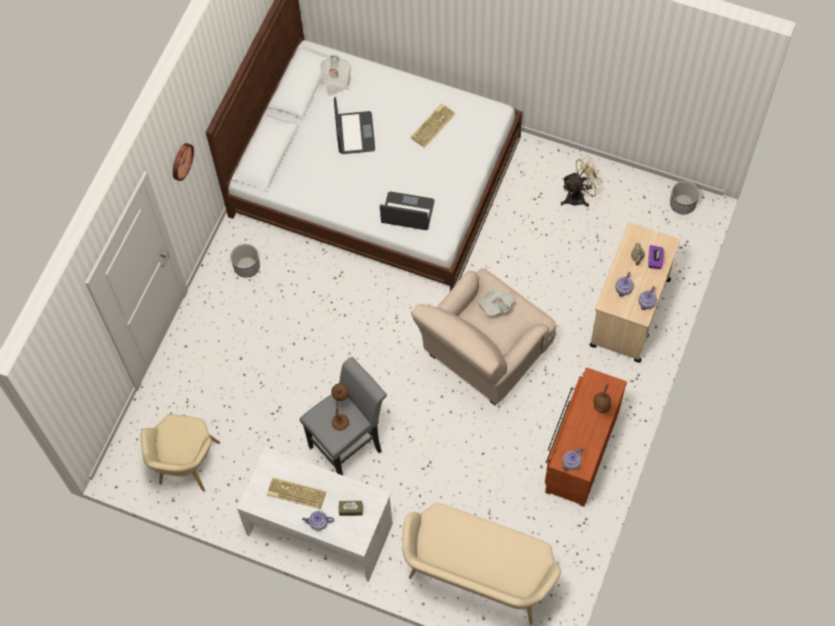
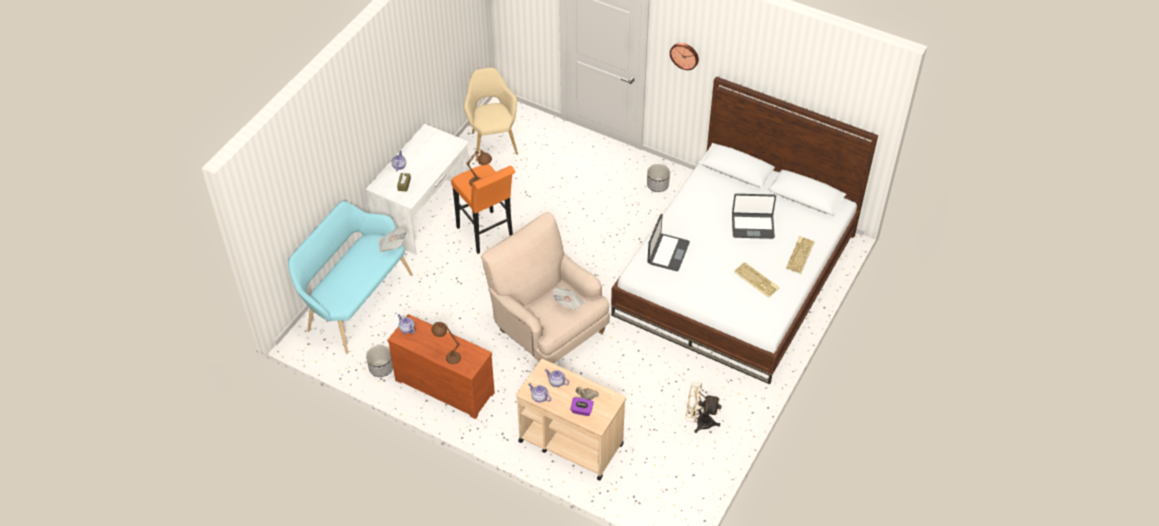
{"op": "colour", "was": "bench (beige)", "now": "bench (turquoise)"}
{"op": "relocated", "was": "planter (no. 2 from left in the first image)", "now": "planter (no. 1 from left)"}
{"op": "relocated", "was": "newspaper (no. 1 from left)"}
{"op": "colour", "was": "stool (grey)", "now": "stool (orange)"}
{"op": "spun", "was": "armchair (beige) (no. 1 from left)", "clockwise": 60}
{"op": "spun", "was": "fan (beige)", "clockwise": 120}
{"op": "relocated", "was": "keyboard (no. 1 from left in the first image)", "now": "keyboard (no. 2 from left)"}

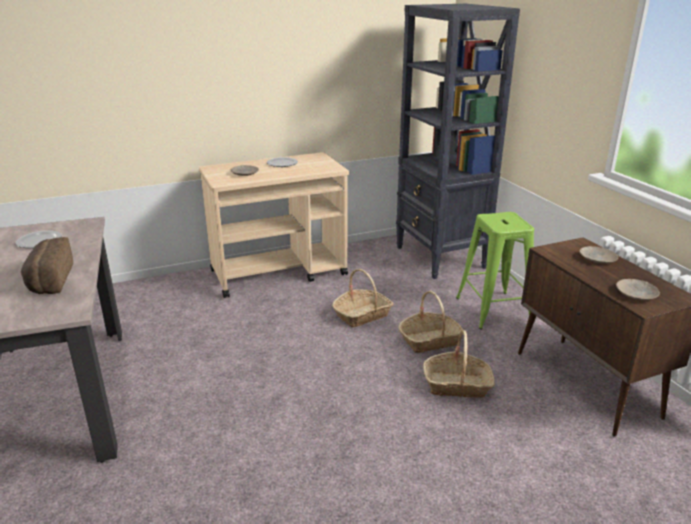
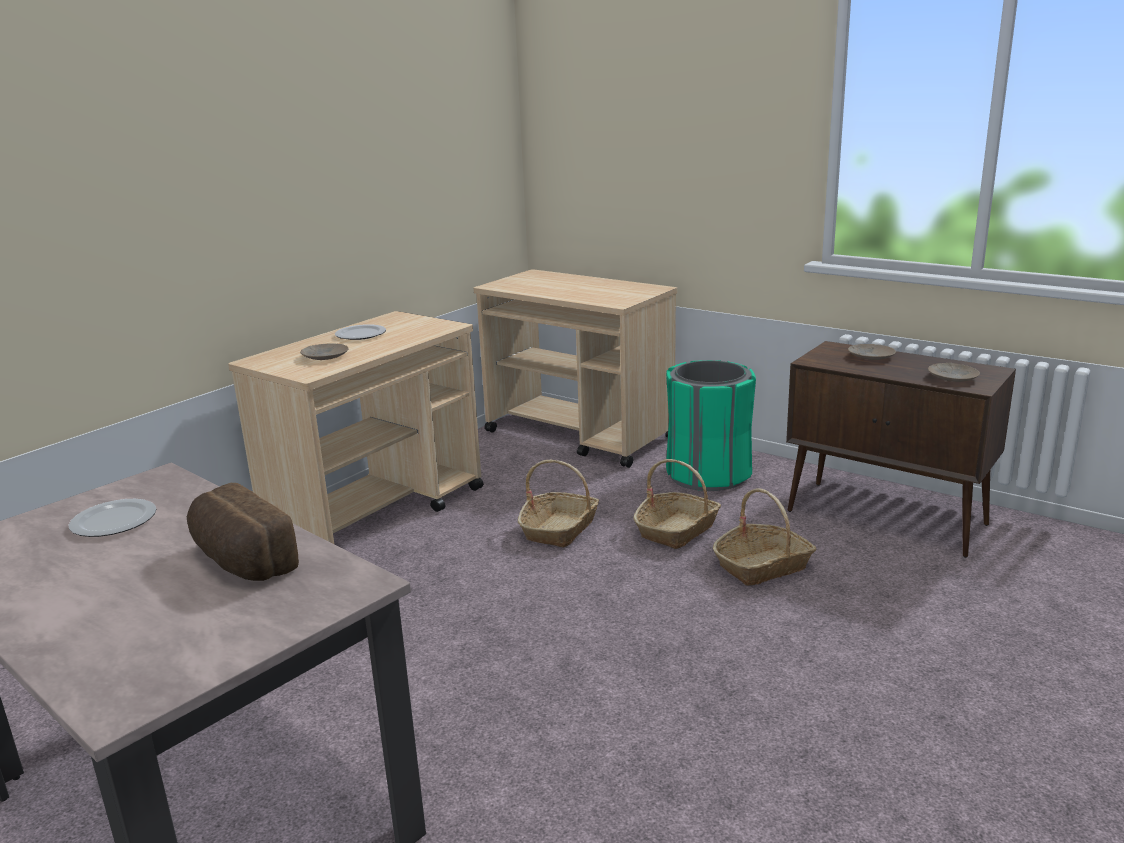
{"op": "exchanged", "was": "bookcase (black)", "now": "cart (beige) (no. 2 from left)"}
{"op": "exchanged", "was": "stool (green)", "now": "trash can (green)"}

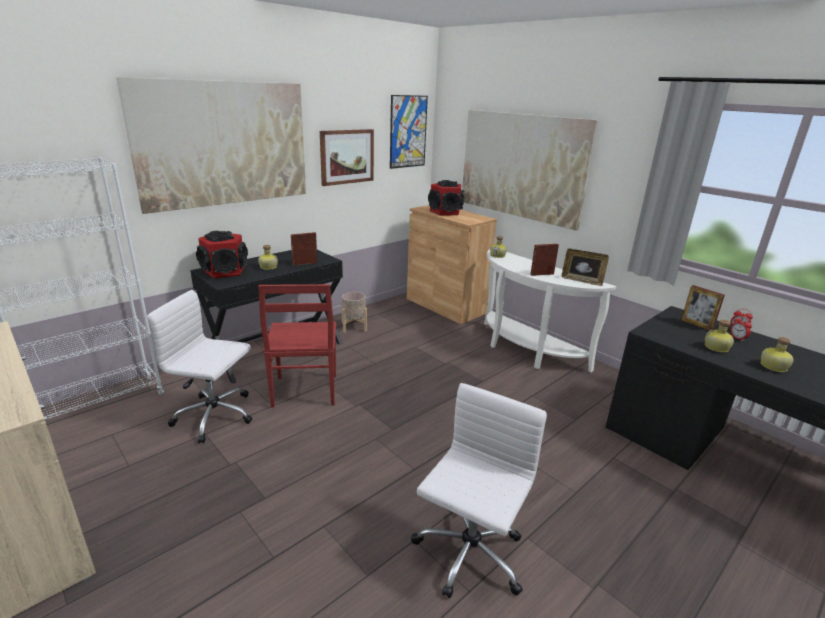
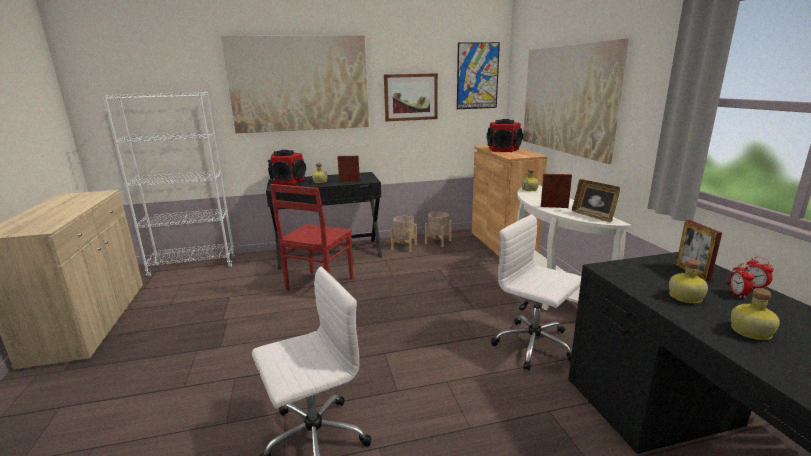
{"op": "appeared", "now": "planter (beige) (no. 2 from left)"}
{"op": "relocated", "was": "office chair (white) (no. 1 from left in the first image)", "now": "office chair (white) (no. 2 from left)"}

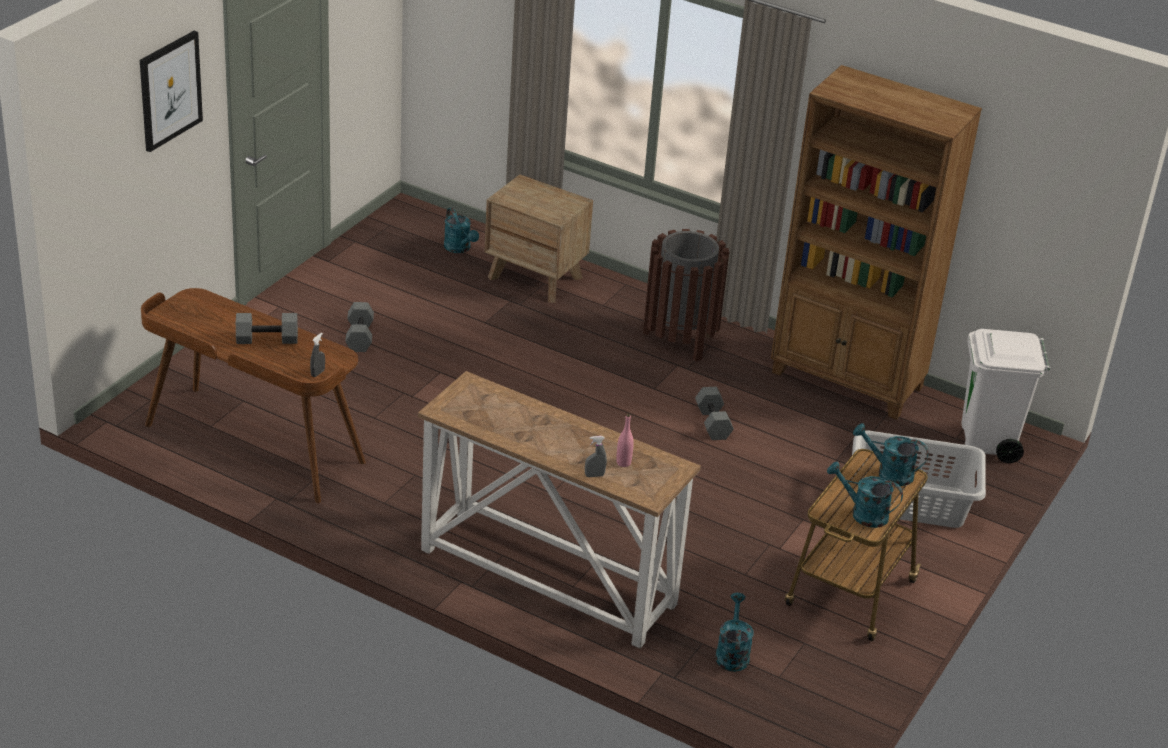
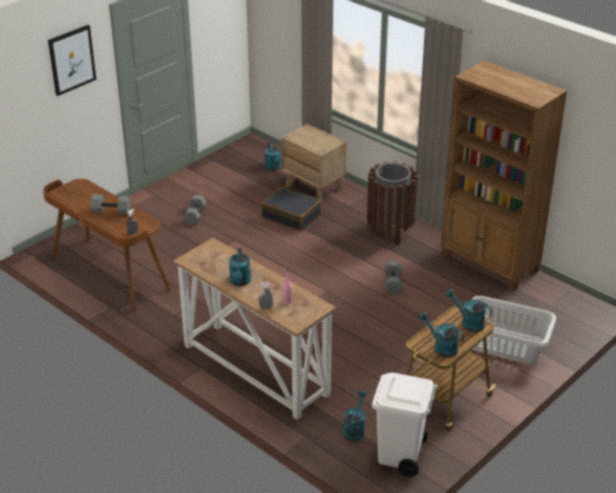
{"op": "appeared", "now": "watering can (turquoise) (no. 1 from left)"}
{"op": "appeared", "now": "suitcase (black)"}
{"op": "relocated", "was": "trash can (white)"}

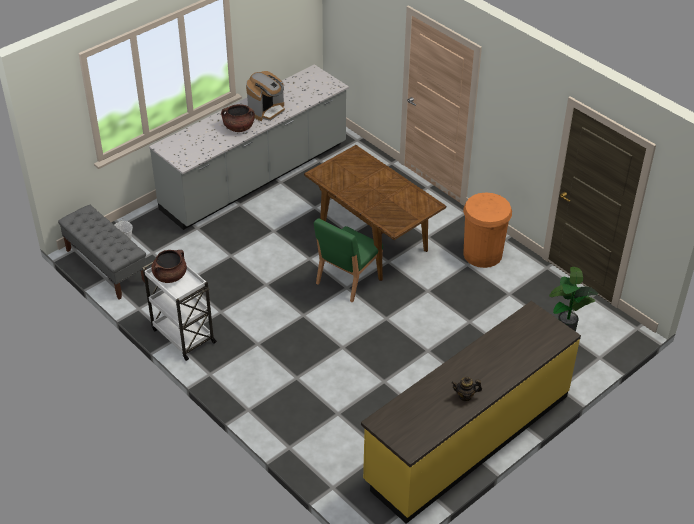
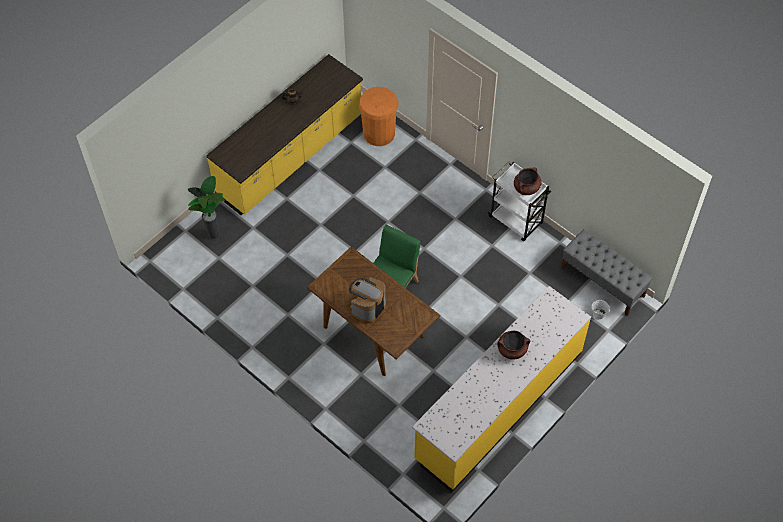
{"op": "relocated", "was": "coffee machine"}
{"op": "relocated", "was": "trash can (orange)"}
{"op": "colour", "was": "counter (grey)", "now": "counter (yellow) (no. 2 from left)"}

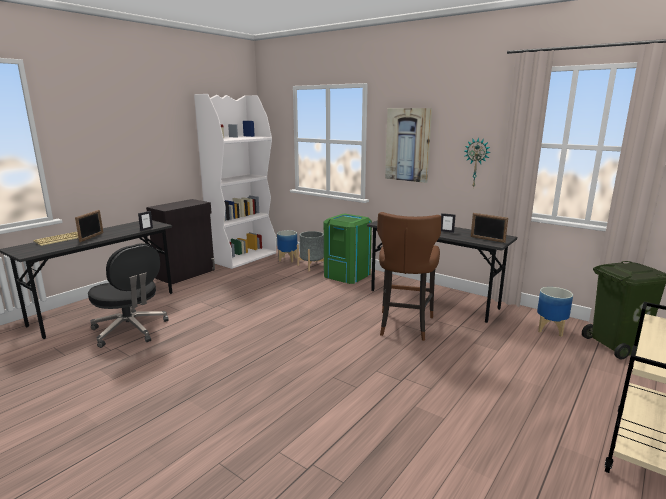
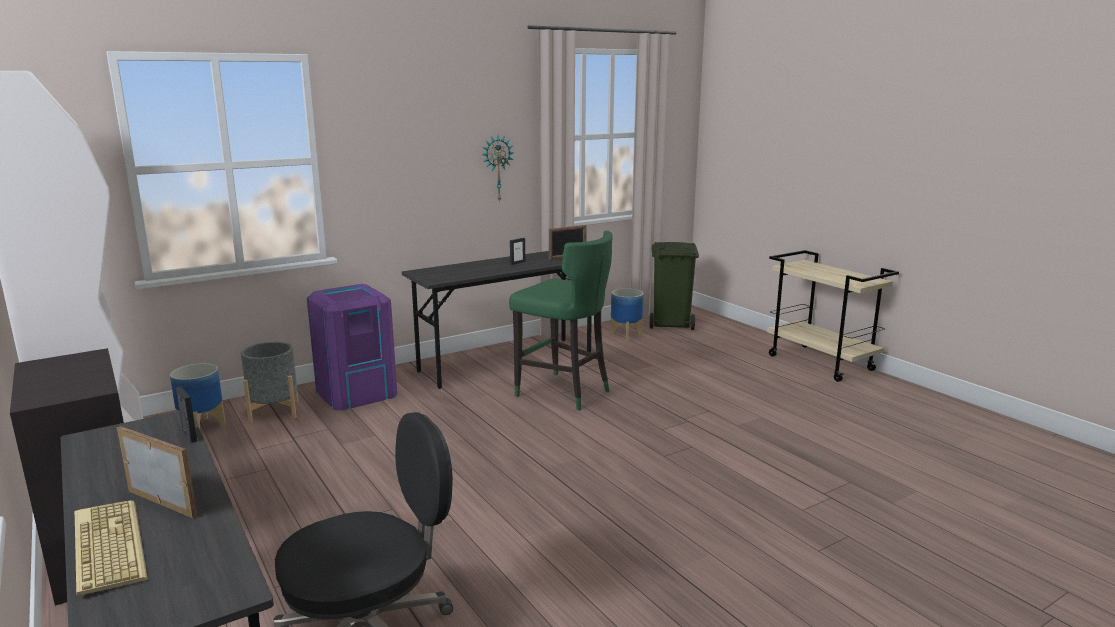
{"op": "colour", "was": "trash can (green) (no. 1 from left)", "now": "trash can (purple)"}
{"op": "colour", "was": "stool (brown)", "now": "stool (green)"}
{"op": "missing", "was": "picture"}

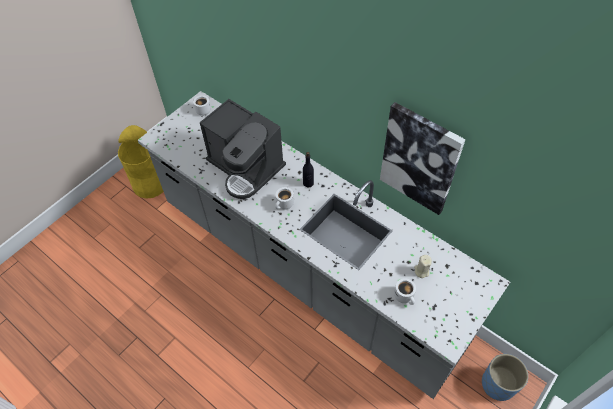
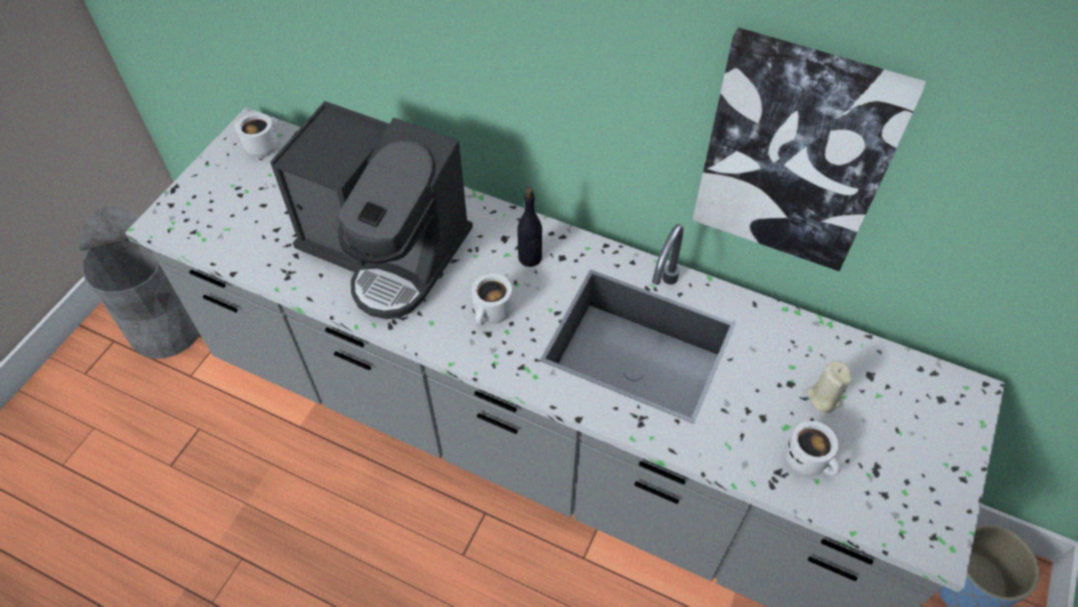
{"op": "colour", "was": "trash can (yellow)", "now": "trash can (grey)"}

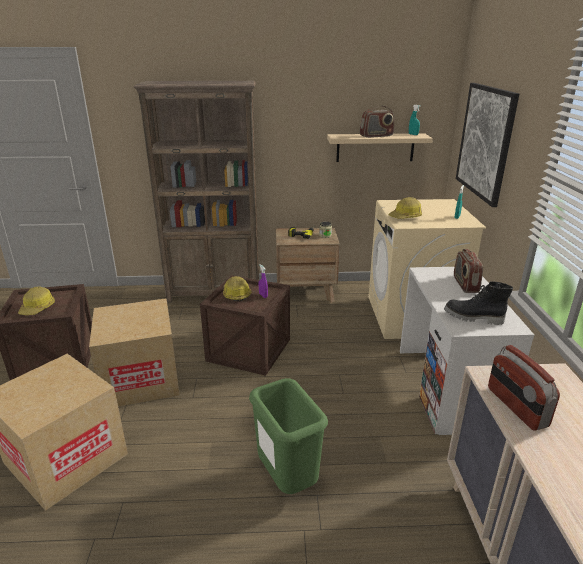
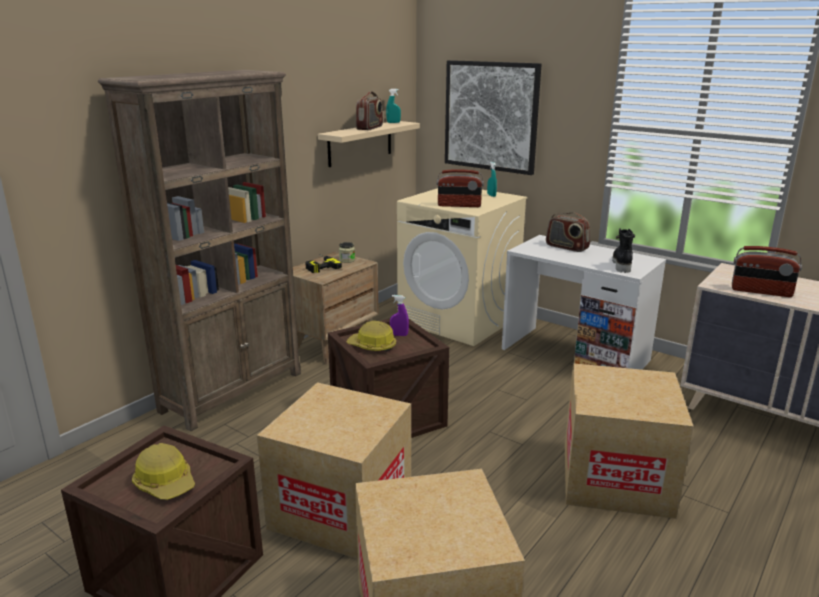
{"op": "exchanged", "was": "hard hat (no. 3 from left)", "now": "radio (no. 2 from left)"}
{"op": "exchanged", "was": "trash can (green)", "now": "cardboard box (no. 3 from left)"}
{"op": "spun", "was": "boot (black)", "clockwise": 135}

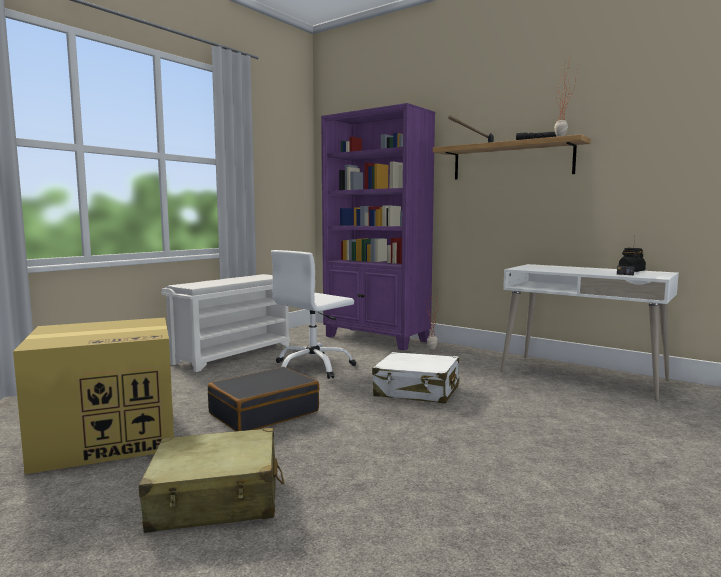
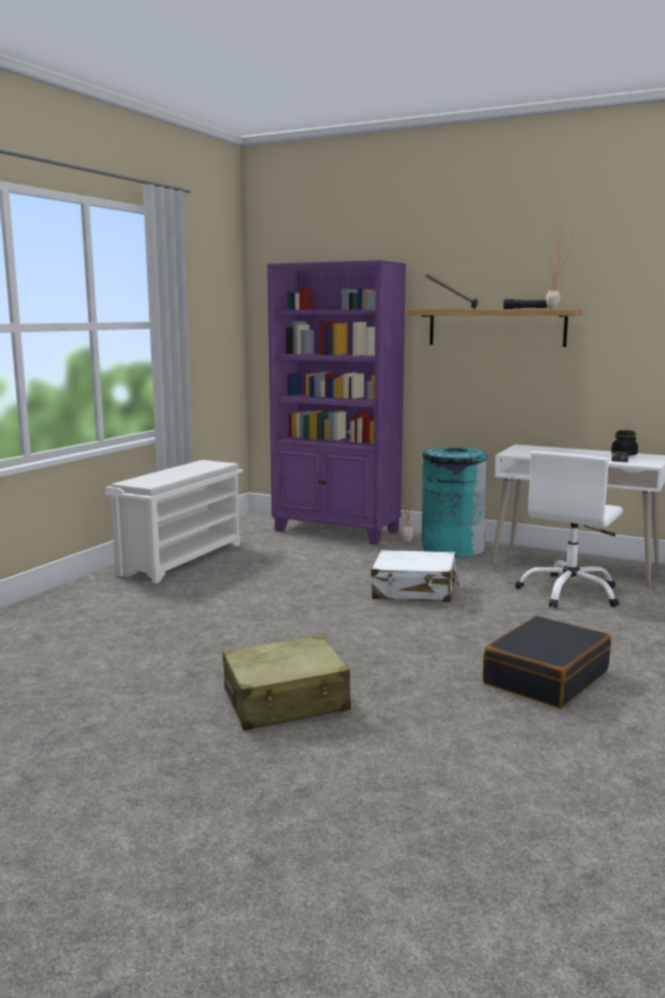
{"op": "appeared", "now": "trash can (turquoise)"}
{"op": "relocated", "was": "suitcase (black)"}
{"op": "relocated", "was": "office chair (white)"}
{"op": "missing", "was": "cardboard box"}

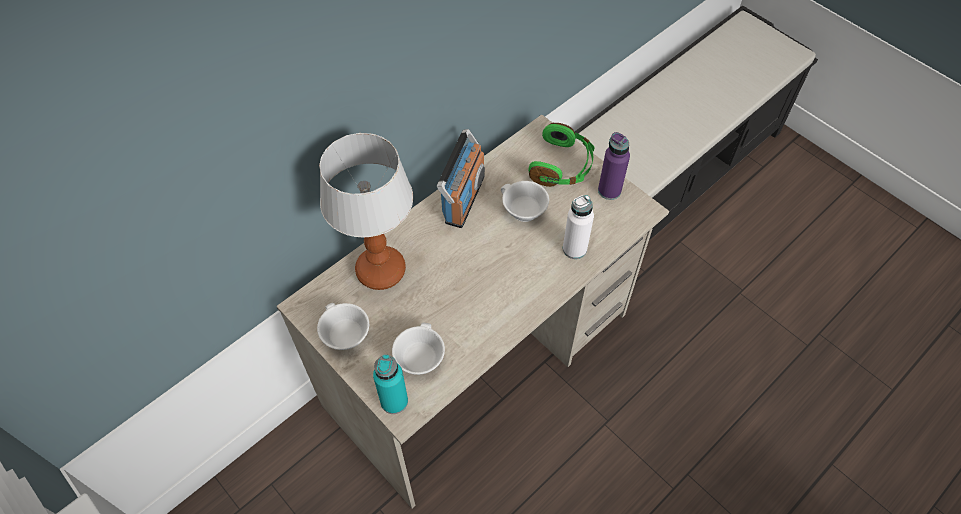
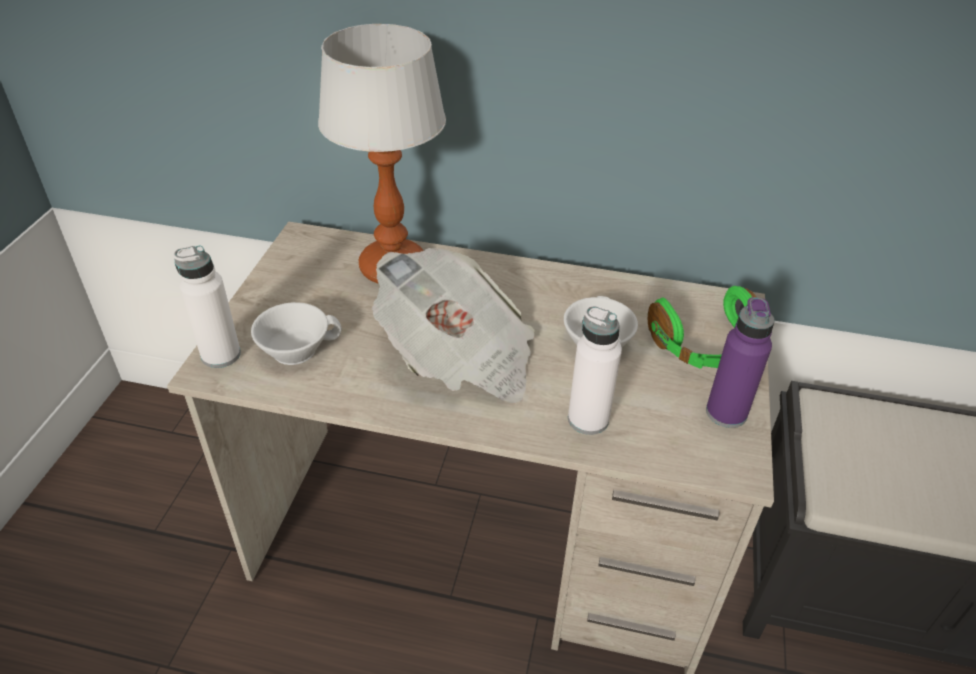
{"op": "colour", "was": "bottle (turquoise)", "now": "bottle (white) (no. 1 from left)"}
{"op": "appeared", "now": "newspaper"}
{"op": "missing", "was": "cup (white) (no. 1 from left)"}
{"op": "missing", "was": "radio"}

